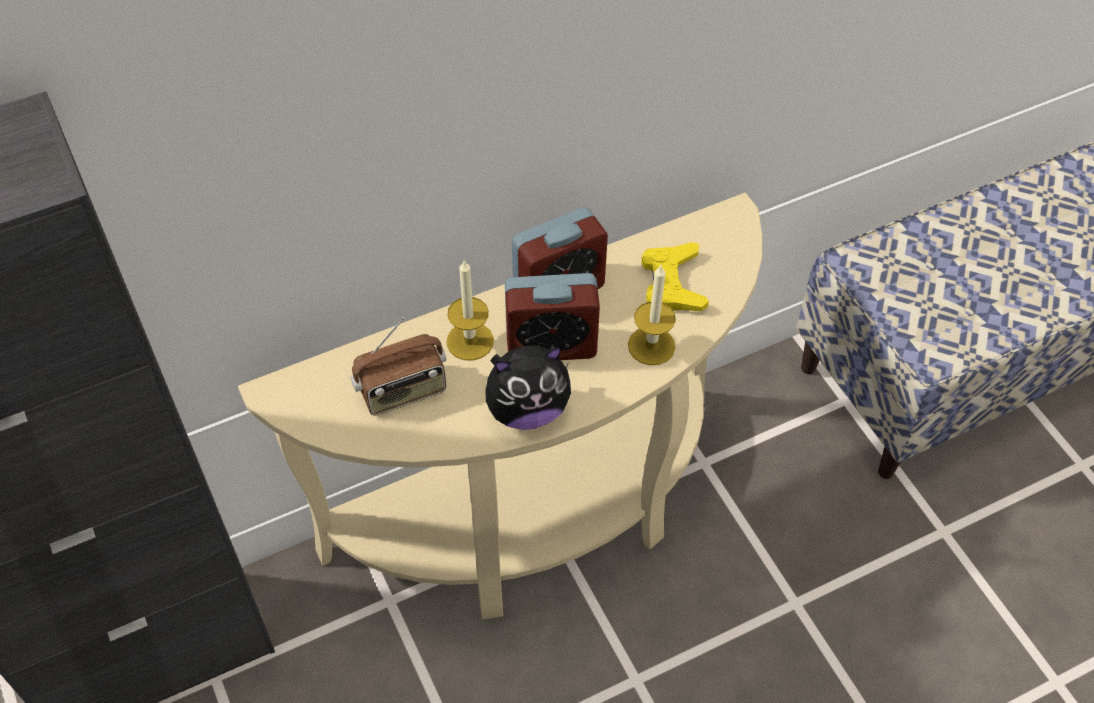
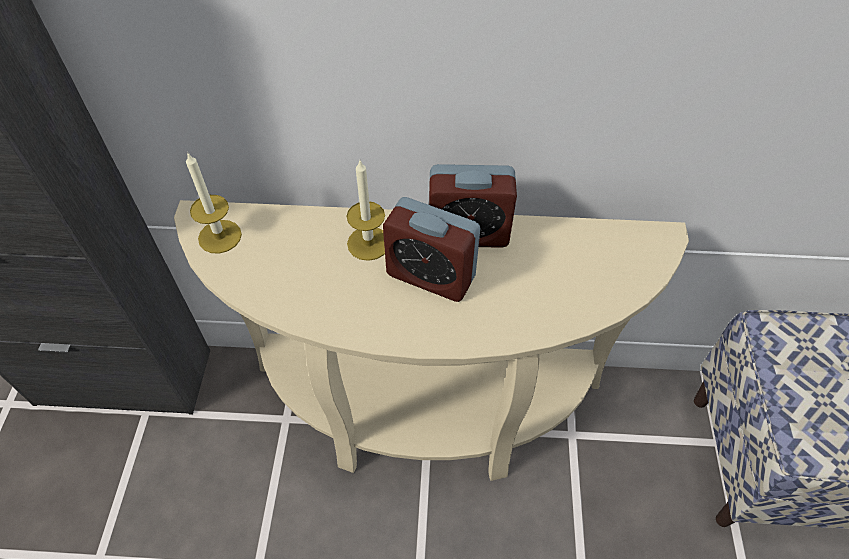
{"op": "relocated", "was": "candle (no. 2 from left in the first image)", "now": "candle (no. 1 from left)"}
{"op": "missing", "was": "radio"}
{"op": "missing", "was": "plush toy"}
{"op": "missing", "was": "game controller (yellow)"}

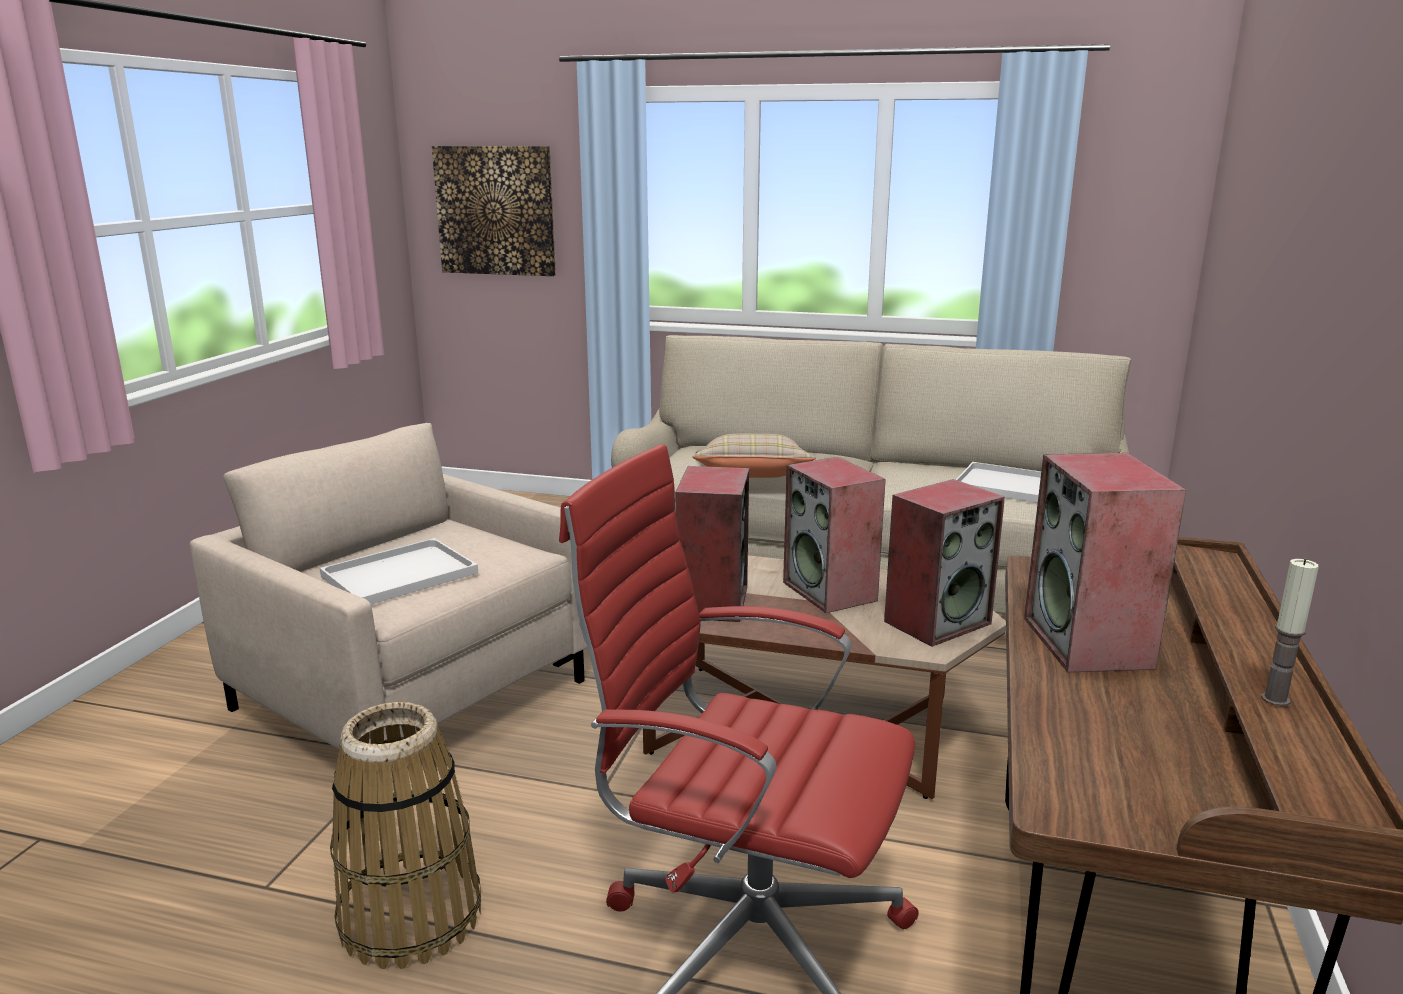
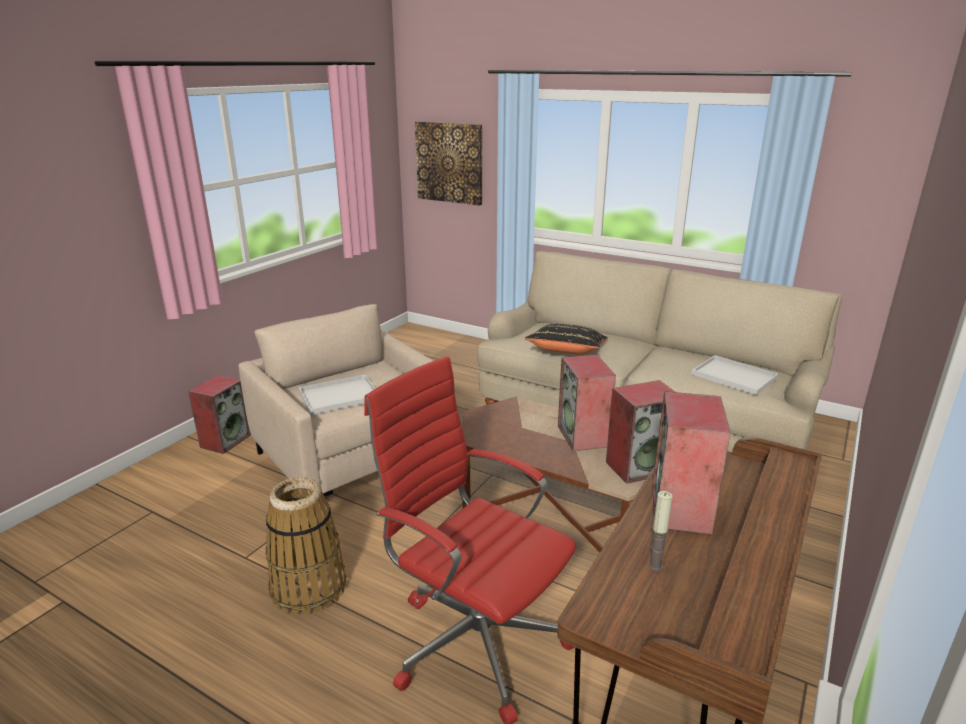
{"op": "relocated", "was": "speaker (no. 1 from left)"}
{"op": "colour", "was": "pillow (beige)", "now": "pillow (black)"}
{"op": "relocated", "was": "candle"}

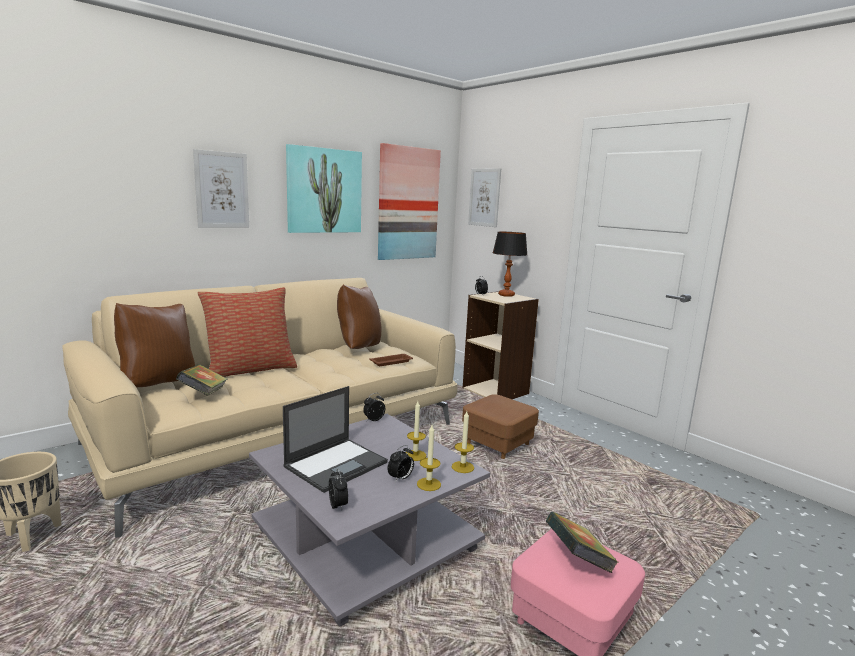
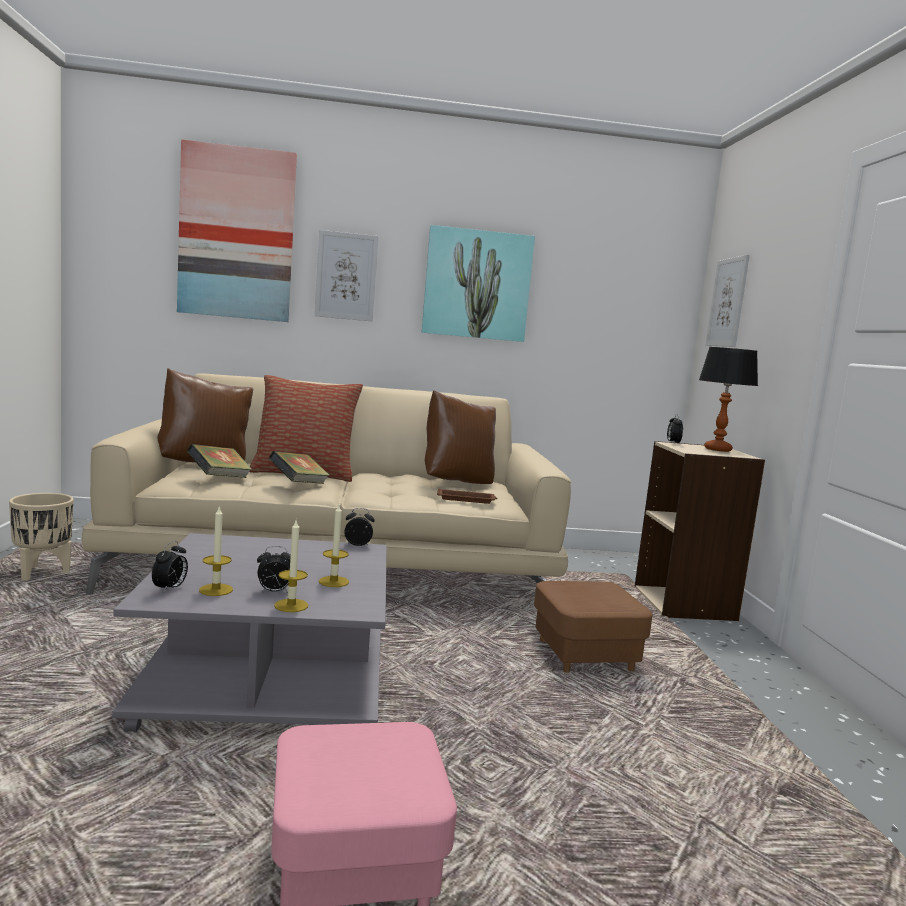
{"op": "relocated", "was": "picture (no. 3 from left in the first image)", "now": "picture (no. 1 from left)"}
{"op": "relocated", "was": "candle (no. 3 from left in the first image)", "now": "candle (no. 1 from left)"}
{"op": "relocated", "was": "book (no. 2 from left)"}
{"op": "missing", "was": "laptop"}

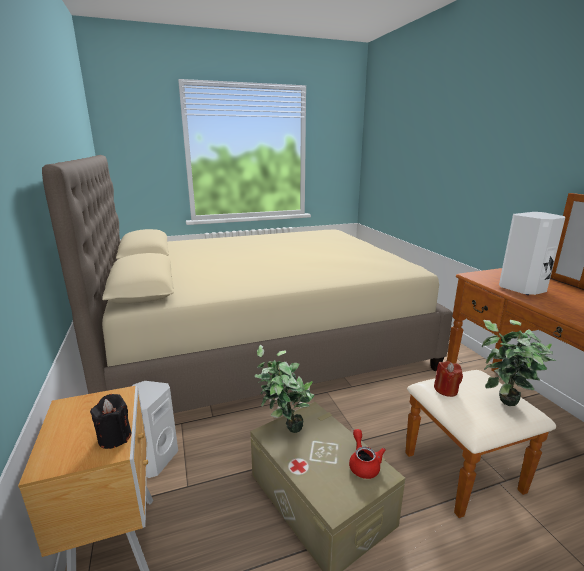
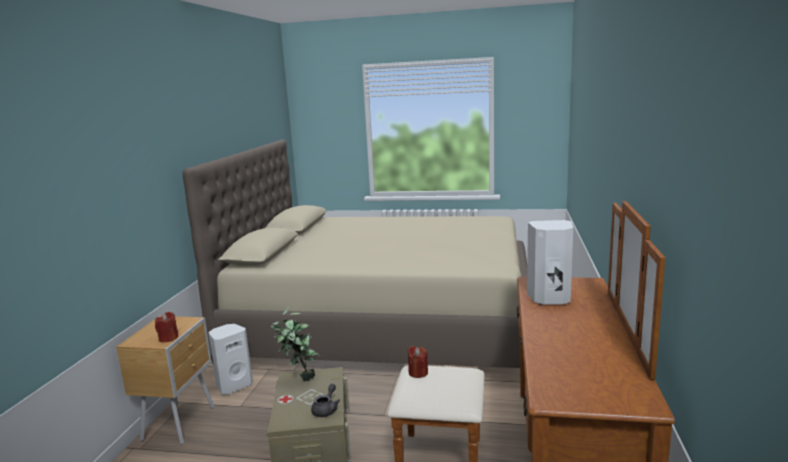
{"op": "colour", "was": "candle (black)", "now": "candle (red) (no. 1 from left)"}
{"op": "colour", "was": "teapot (red)", "now": "teapot (grey)"}
{"op": "missing", "was": "potted plant (no. 2 from left)"}

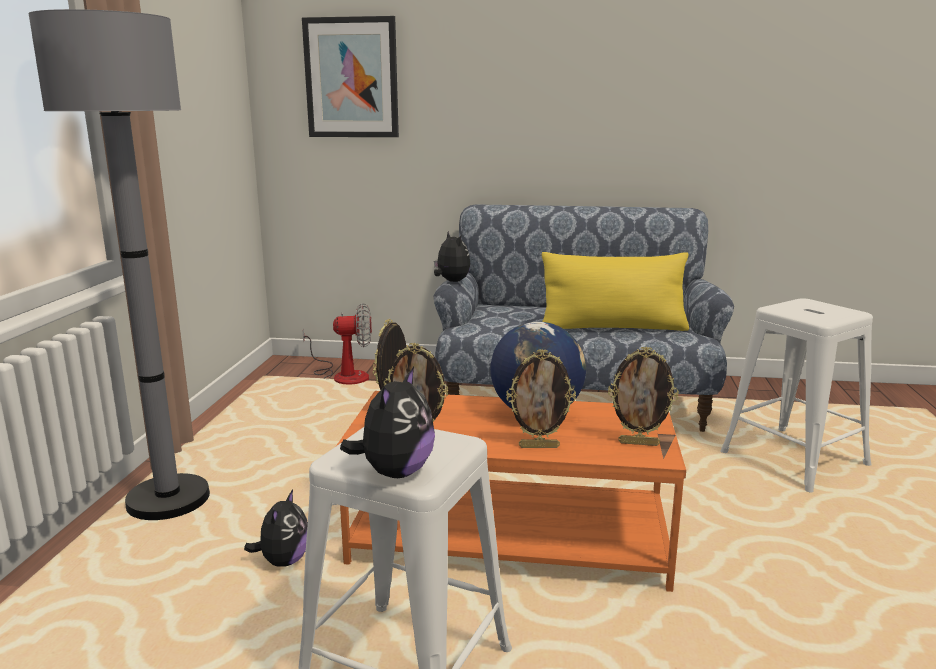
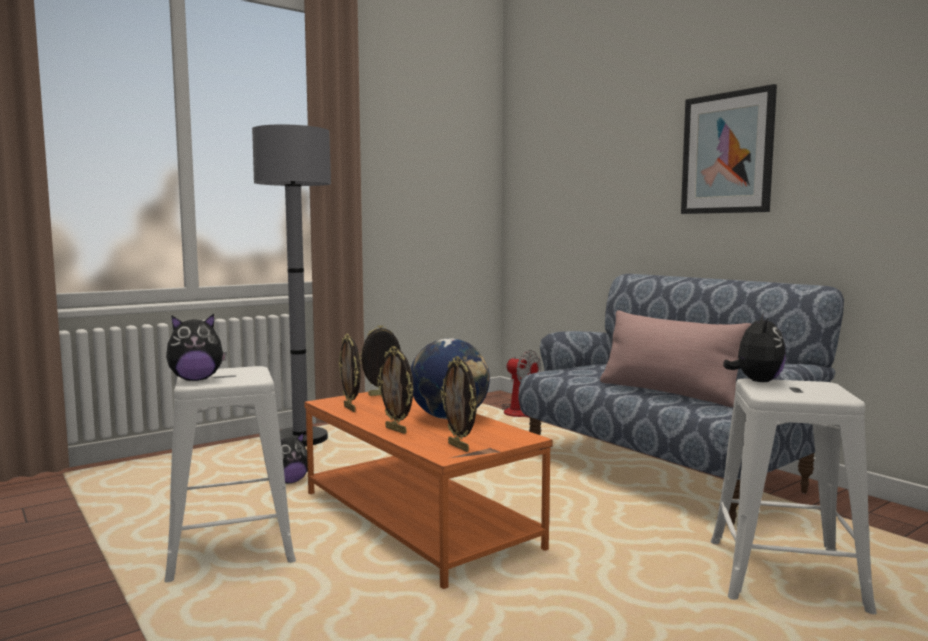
{"op": "colour", "was": "pillow (yellow)", "now": "pillow (pink)"}
{"op": "relocated", "was": "picture"}
{"op": "relocated", "was": "plush toy (no. 3 from left)"}

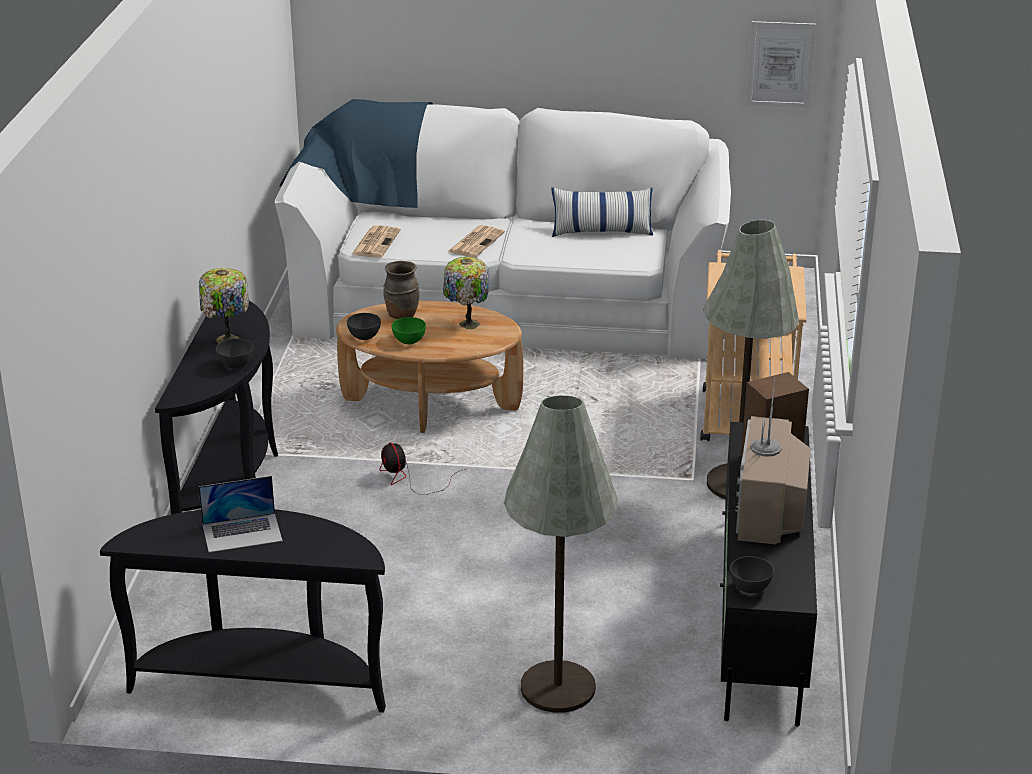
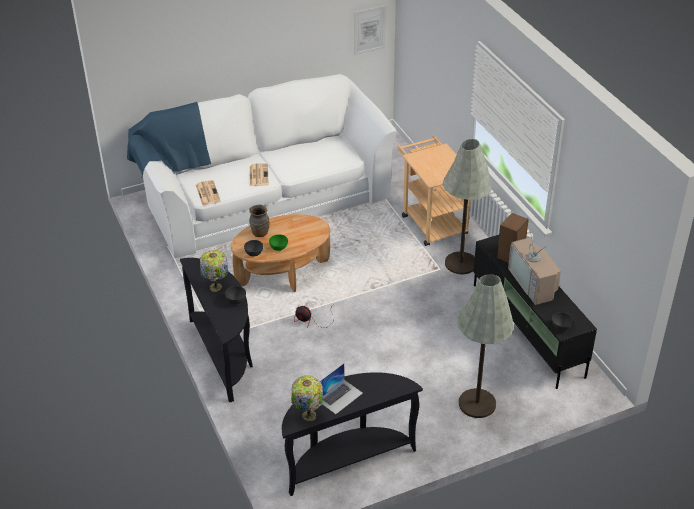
{"op": "relocated", "was": "table lamp (no. 2 from left)"}
{"op": "missing", "was": "pillow"}

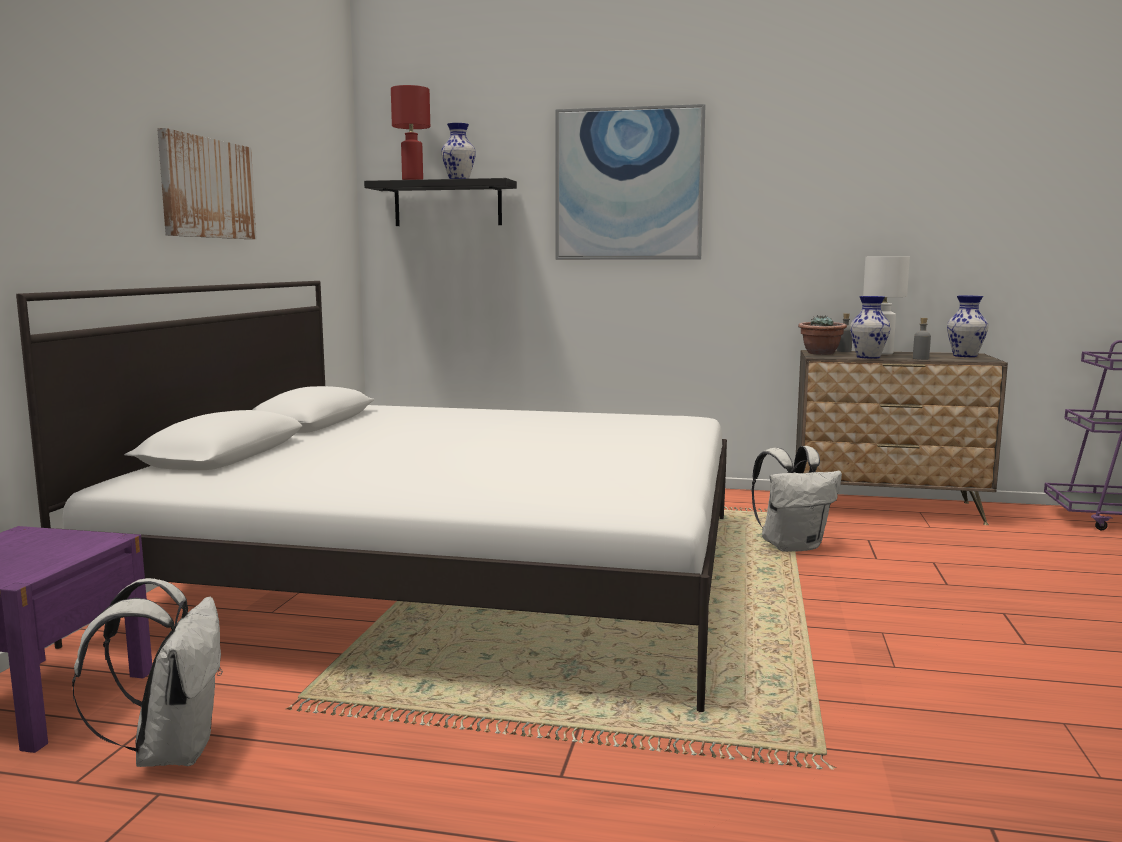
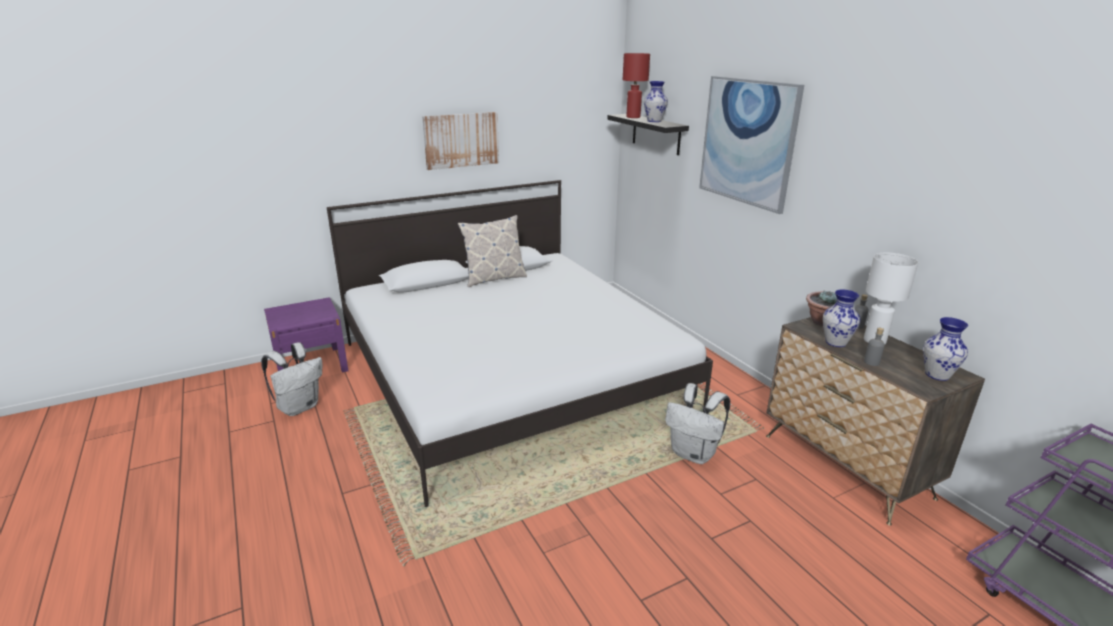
{"op": "appeared", "now": "pillow"}

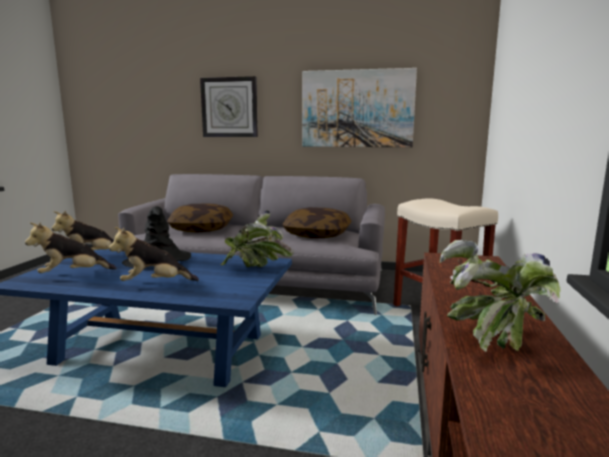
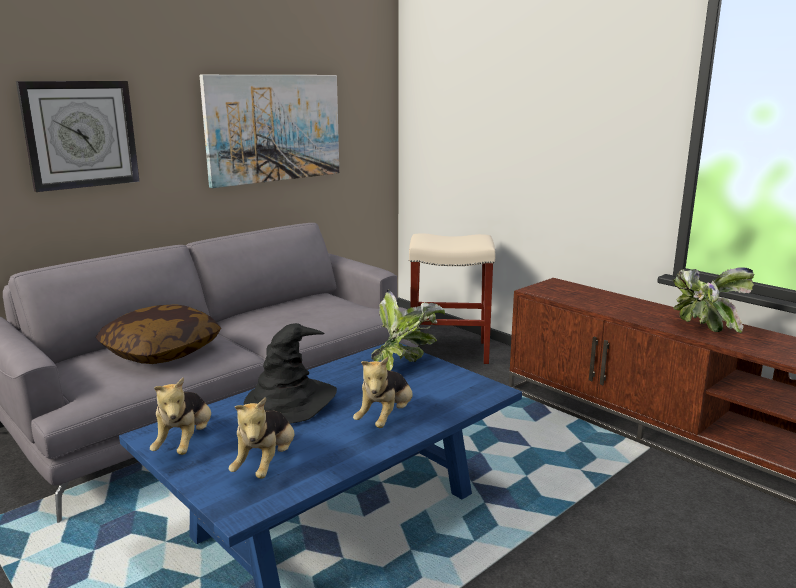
{"op": "missing", "was": "pillow (no. 2 from left)"}

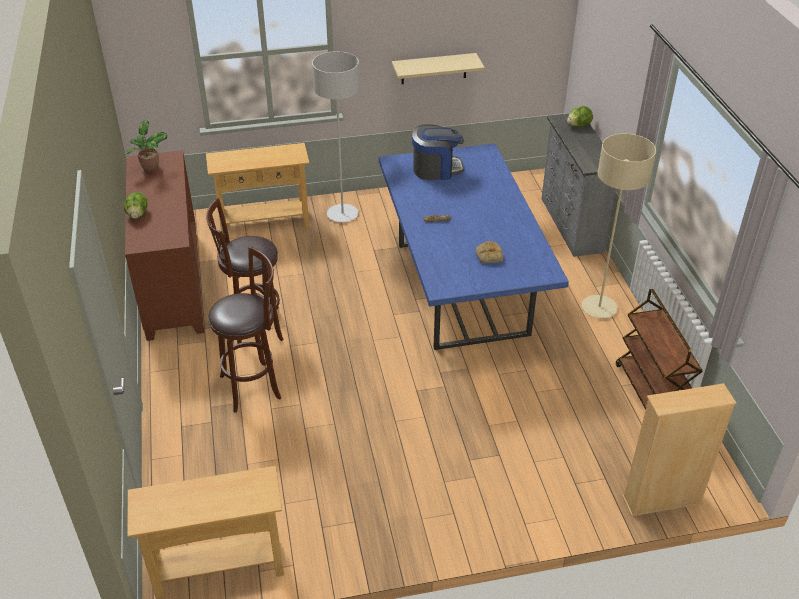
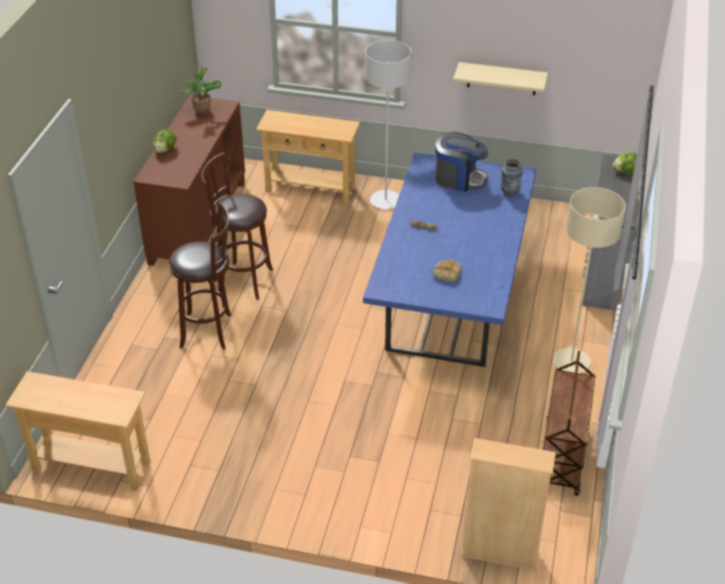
{"op": "appeared", "now": "vase"}

